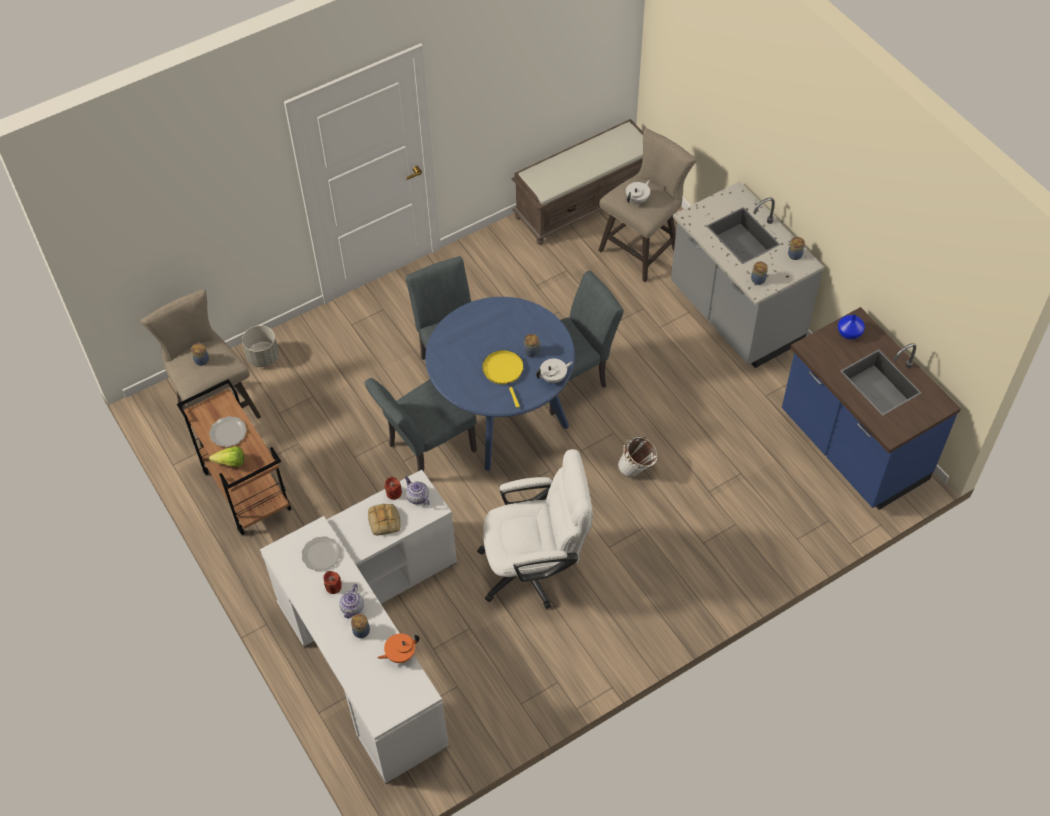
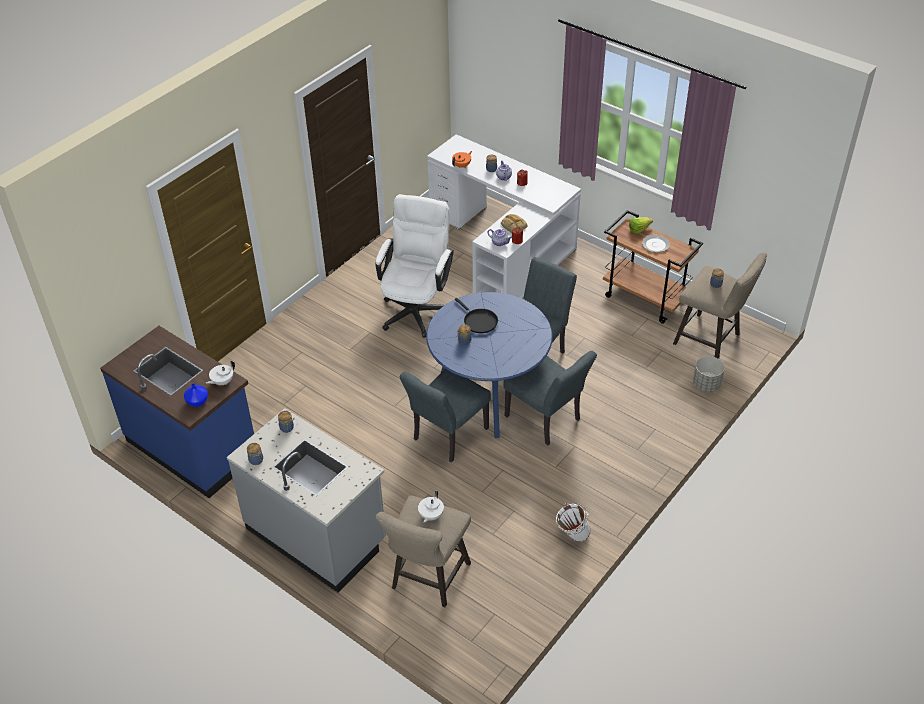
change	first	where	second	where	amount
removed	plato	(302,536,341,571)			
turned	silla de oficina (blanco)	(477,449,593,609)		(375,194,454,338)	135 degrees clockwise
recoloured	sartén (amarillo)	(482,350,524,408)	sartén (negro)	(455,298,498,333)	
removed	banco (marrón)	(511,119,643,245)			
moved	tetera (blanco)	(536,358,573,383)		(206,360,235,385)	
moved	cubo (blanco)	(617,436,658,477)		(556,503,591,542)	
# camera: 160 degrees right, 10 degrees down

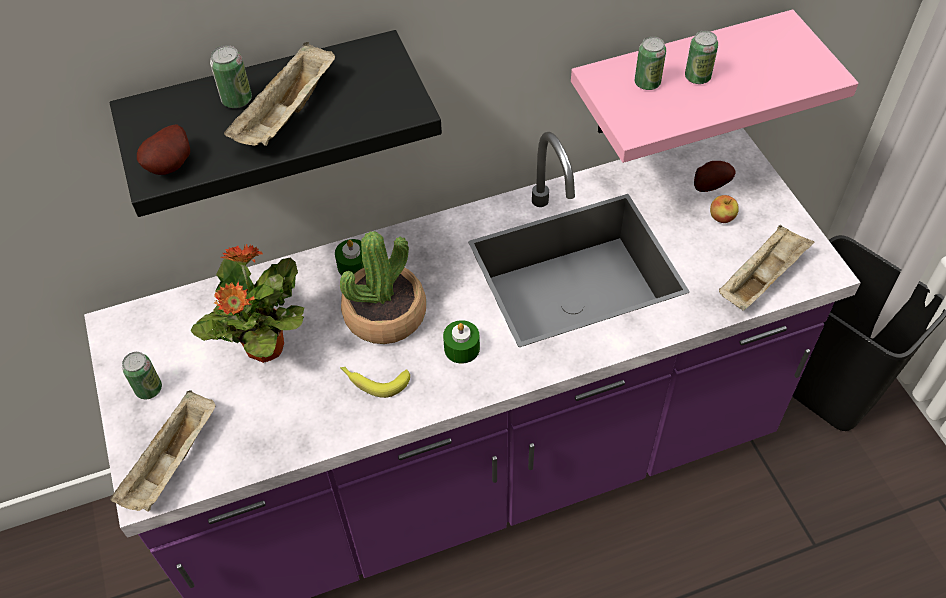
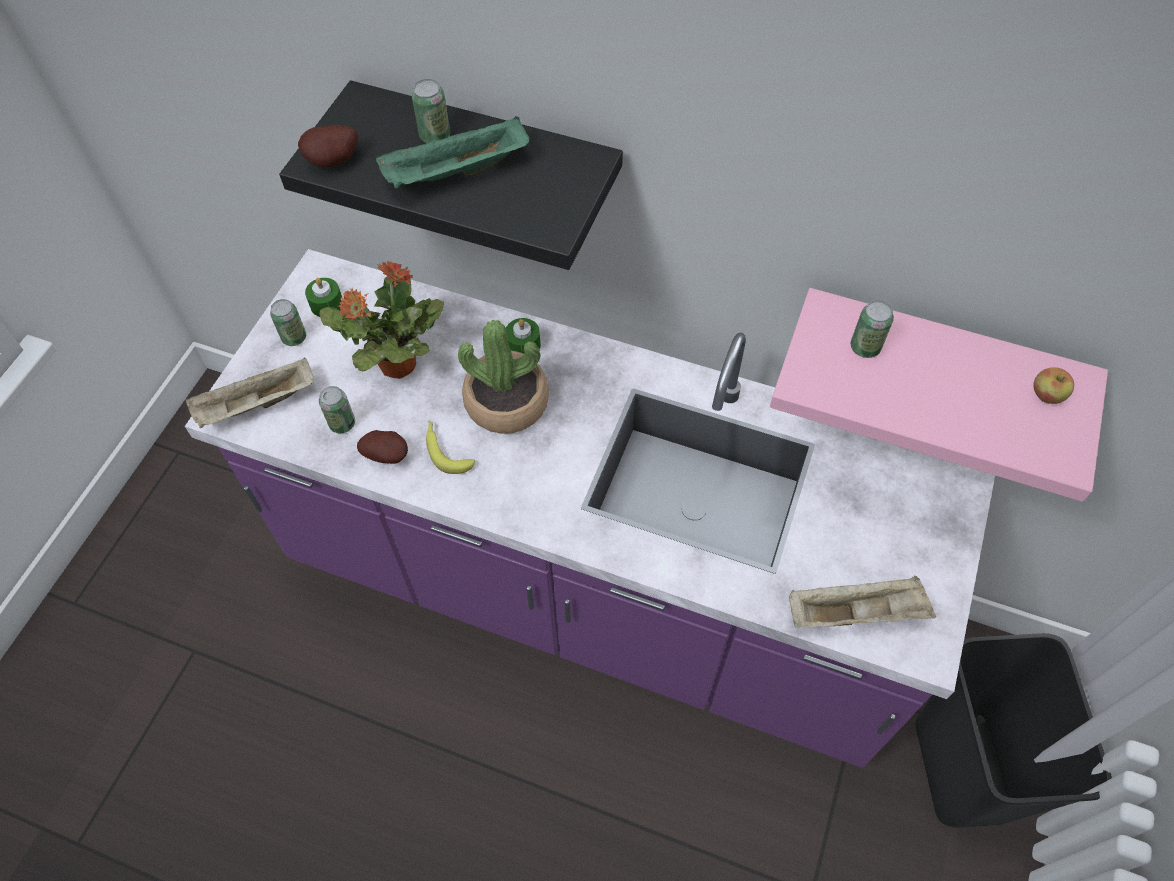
change	first	where	second	where	amount
recoloured	bandeja (beis)	(224,42,335,146)	bandeja (verde)	(376,116,529,188)	
moved	vela (verde)	(443,320,480,364)		(305,278,342,317)	
moved	lata	(685,31,718,84)		(319,386,355,433)	
moved	patata	(694,161,735,192)		(357,430,408,464)	
moved	manzana	(710,195,739,223)		(1033,367,1074,404)	
# camera: 40 degrees right, 5 degrees up

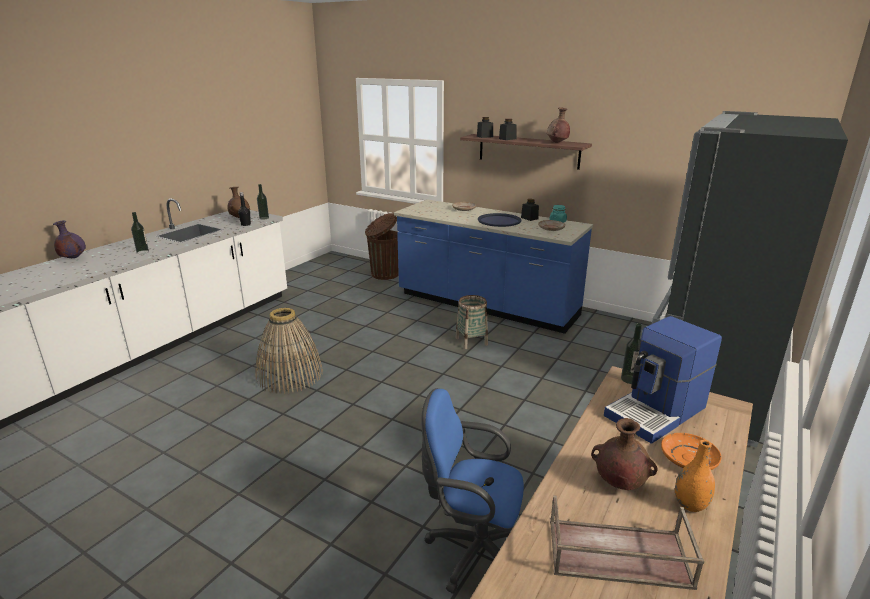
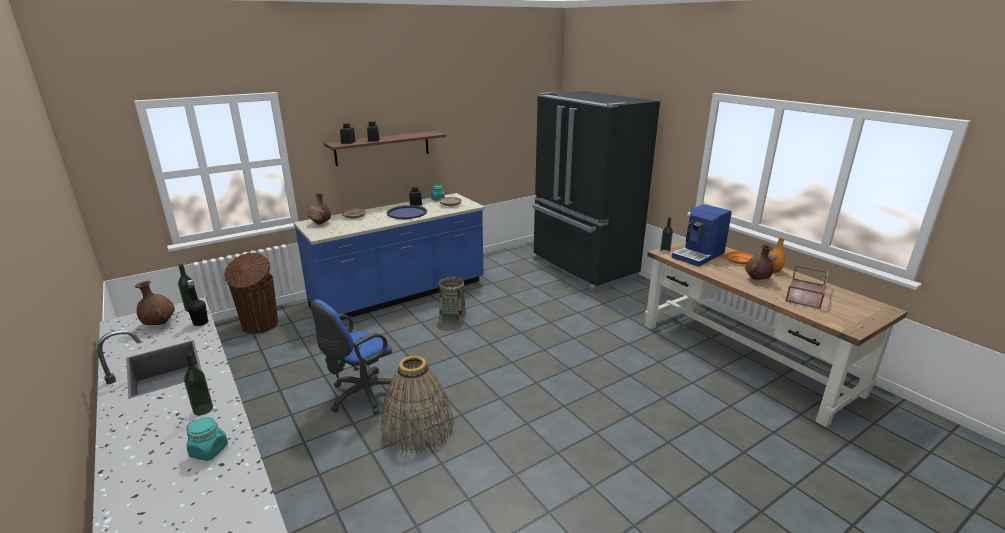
change	first	where	second	where	amount
removed	florero (morado)	(53,220,86,258)			
moved	silla de oficina (azul)	(421,388,524,594)		(311,299,404,415)	
moved	florero (marrón)	(547,108,570,143)		(308,192,331,225)	
turned	cafetera	(604,316,722,444)		(672,204,732,267)	60 degrees clockwise
added			tarro (turquesa)	(186,417,228,461)	
# camera: 65 degrees left, 0 degrees up

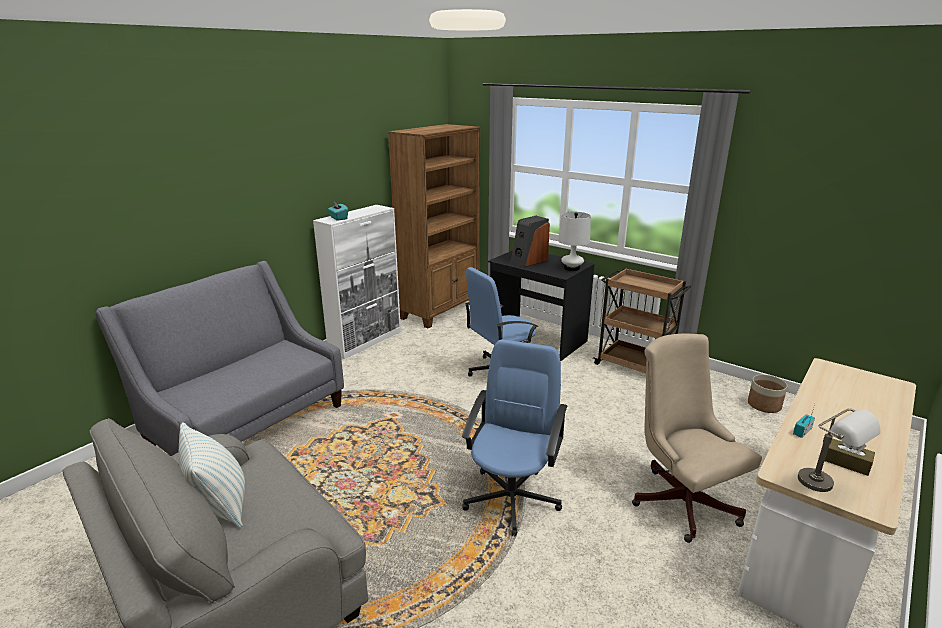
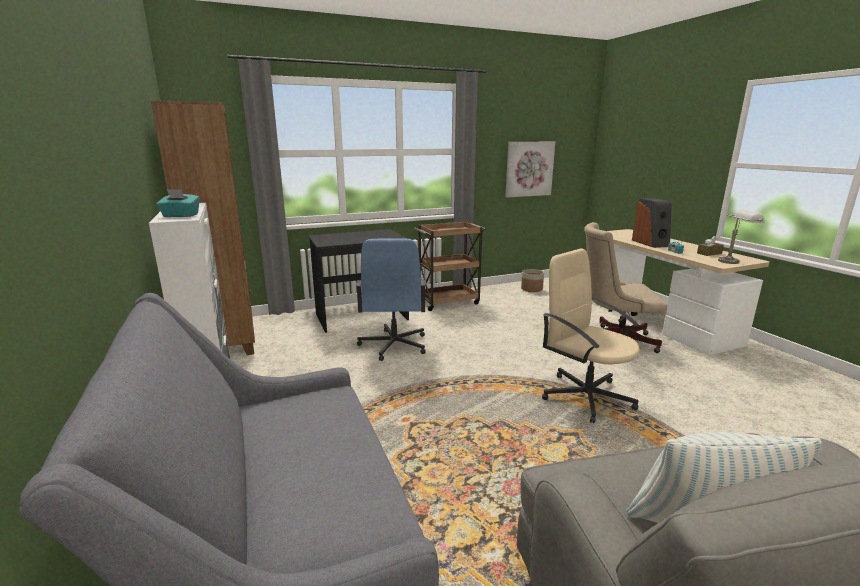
change	first	where	second	where	amount
recoloured	silla de oficina (azul)	(462,339,567,536)	silla de oficina (beis)	(542,248,640,423)	
moved	altavoz	(511,216,550,267)		(632,198,672,248)	
removed	lámpara de mesa (blanco)	(558,212,591,271)			
added			cuadro	(505,142,555,197)	
# camera: 60 degrees left, 5 degrees down

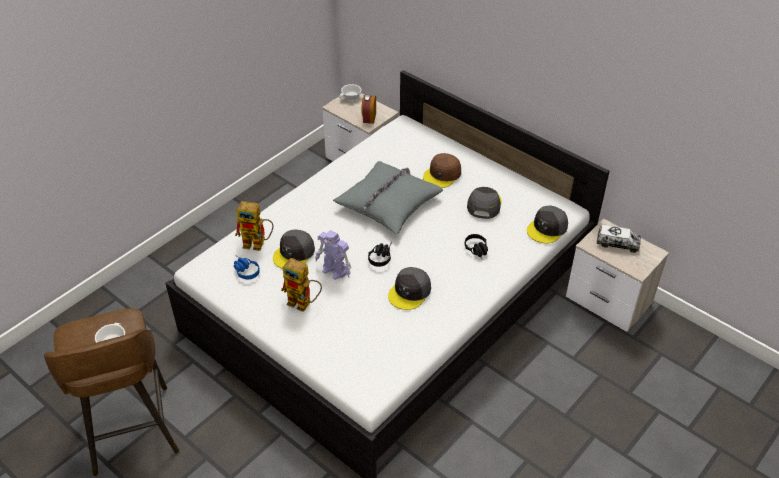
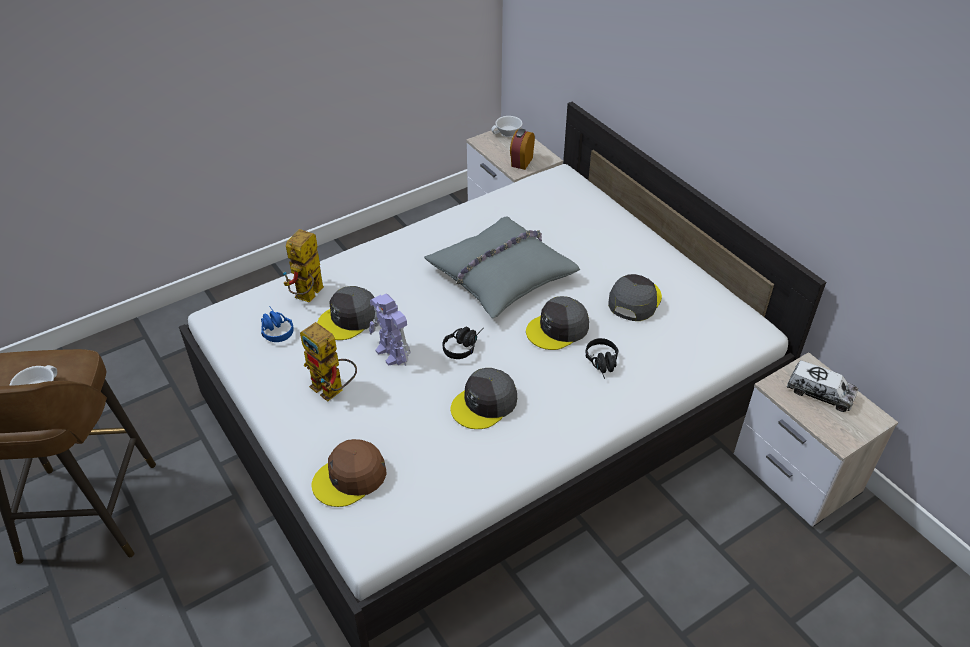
change	first	where	second	where	amount
turned	robot de juguete	(235,201,273,251)		(283,229,324,303)	90 degrees clockwise
moved	gorra (marrón)	(423,153,461,188)		(312,439,386,507)	
moved	gorra (gris)	(527,206,568,243)		(526,296,589,350)	
# camera: 15 degrees right, 0 degrees up

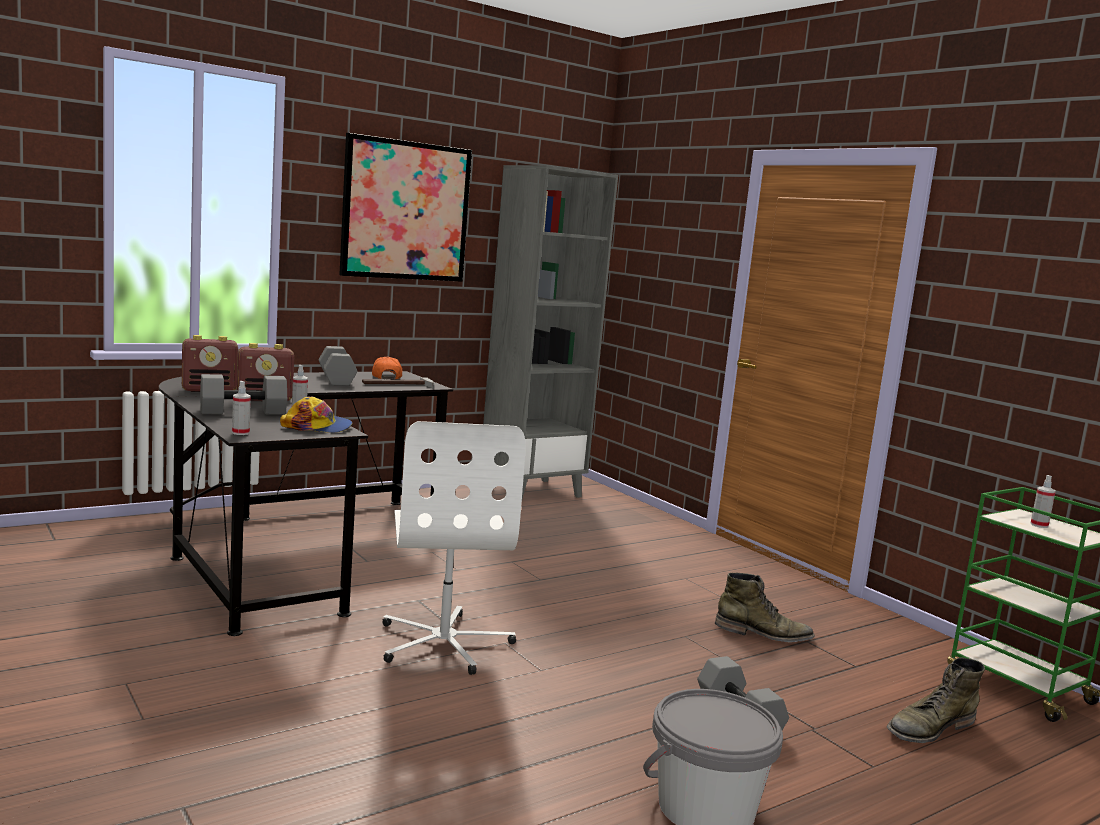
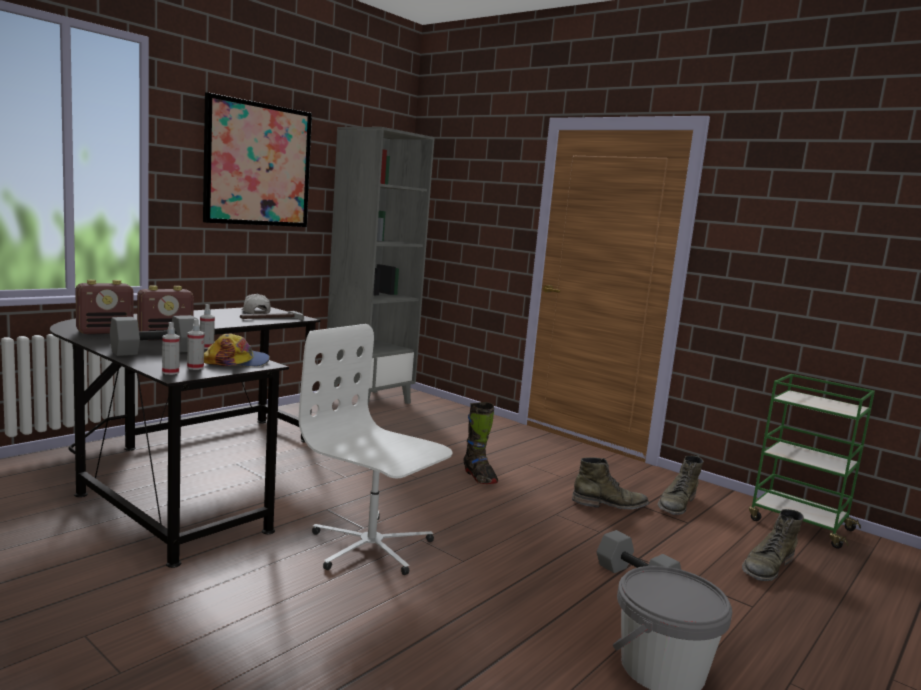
change	first	where	second	where	amount
removed	mancuerna (gris)	(318,346,358,386)			
recoloured	gorra (naranja)	(372,356,402,379)	gorra (blanco)	(241,294,271,314)	
turned	silla de oficina (blanco)	(382,421,526,675)		(299,324,453,575)	150 degrees clockwise
moved	pulverizador	(1030,475,1056,528)		(187,319,204,370)	
added			bota (negro)	(464,402,498,484)	
added			bota (verde)	(658,456,704,515)	
# camera: 15 degrees left, 0 degrees up

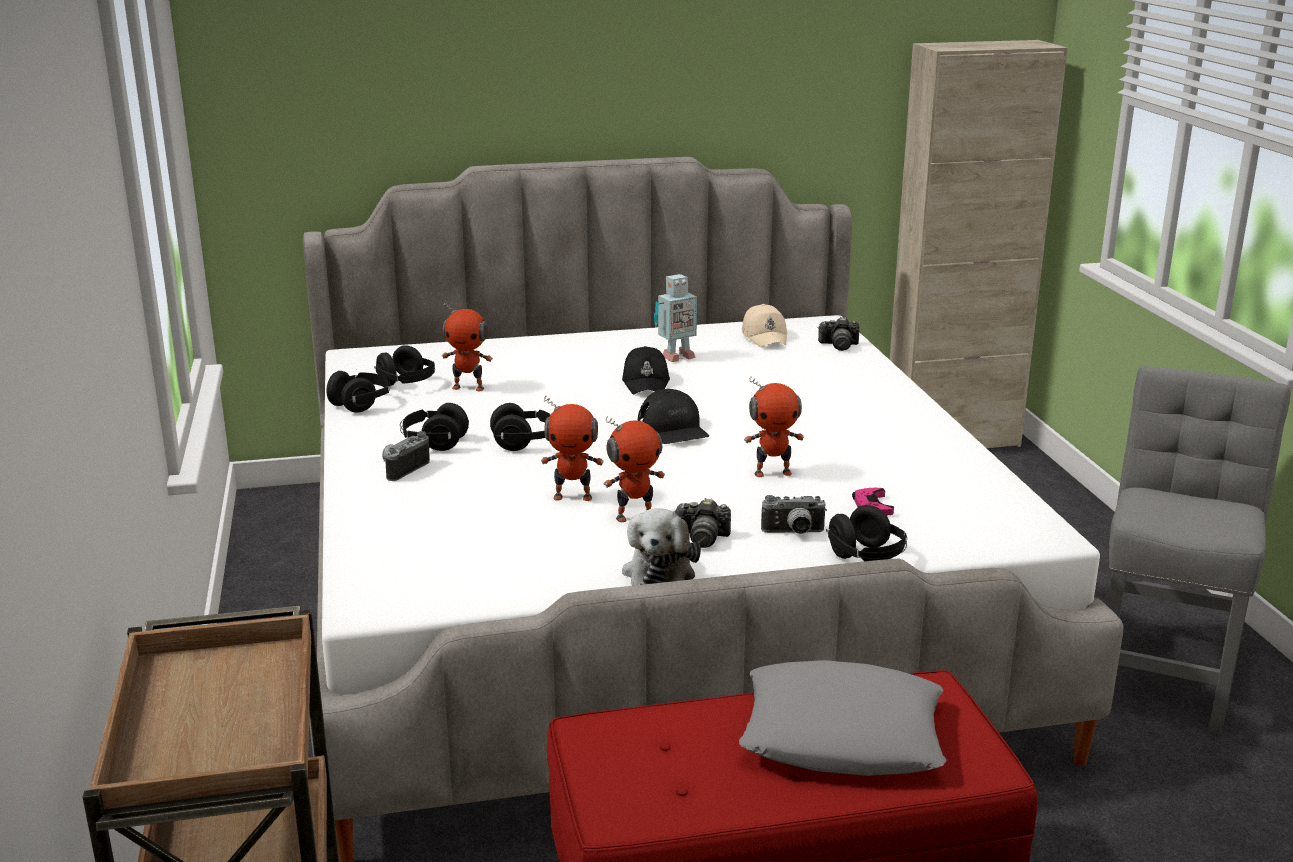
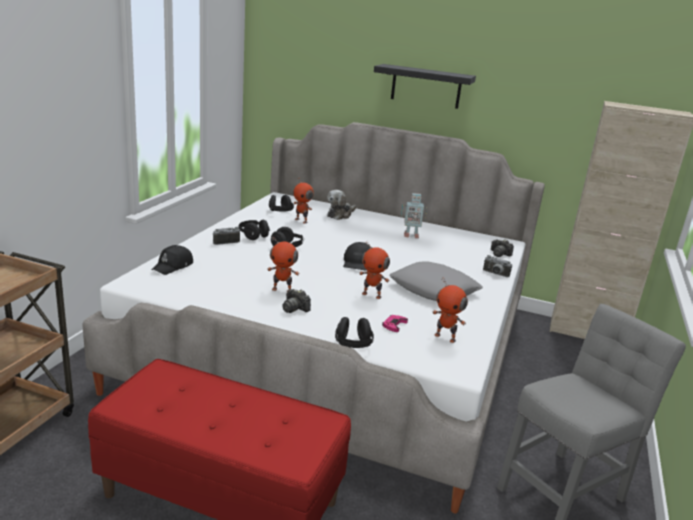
change	first	where	second	where	amount
removed	auriculares (negro)	(327,371,390,413)			
moved	robot de juguete	(541,396,604,501)		(433,278,468,343)	
moved	gorra (negro)	(622,346,670,394)		(152,245,193,275)	
moved	peluche	(622,508,701,586)		(327,190,356,220)	
moved	cojín (gris)	(739,660,947,776)		(389,261,483,301)	
removed	gorra (beis)	(742,304,787,347)			
moved	cámara	(761,495,827,534)		(483,255,512,277)	
added			estante (negro)	(374,64,476,109)	
# camera: 30 degrees right, 0 degrees up

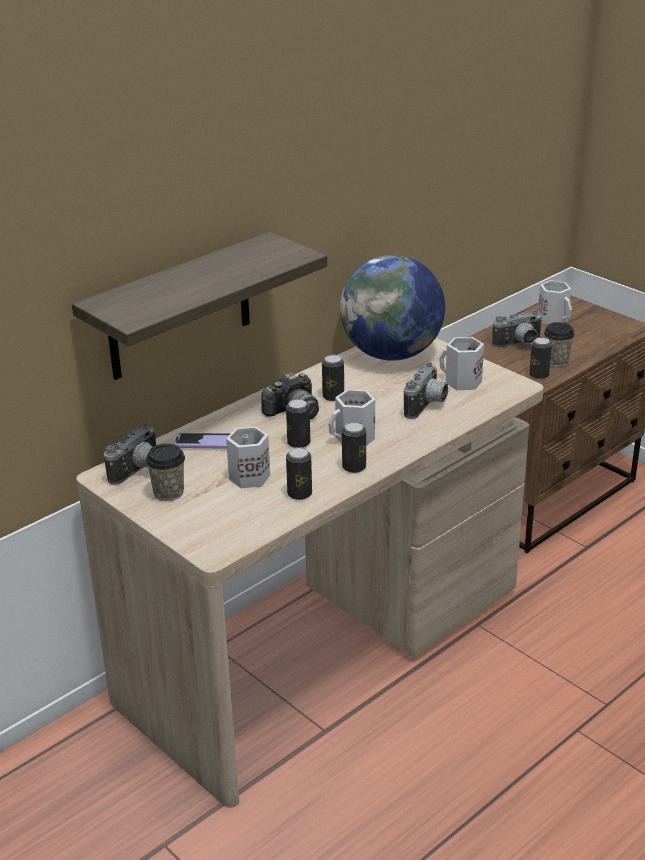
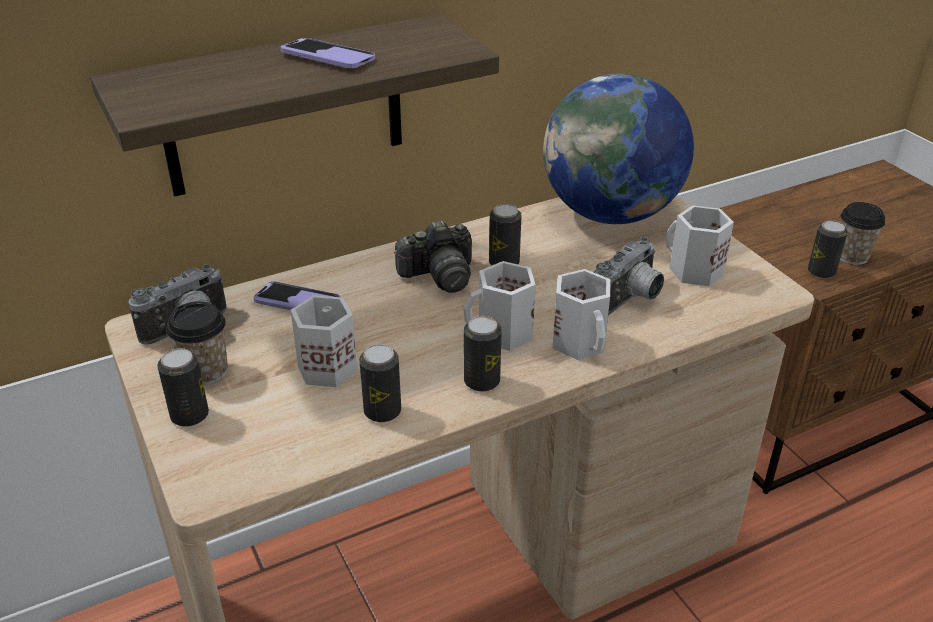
change	first	where	second	where	amount
moved	lata	(286,399,310,448)		(158,348,209,427)	
removed	cámara	(492,311,543,348)			
moved	taza grande (blanco)	(538,280,572,325)		(553,269,611,360)	
added			móvil	(281,38,375,68)	
# camera: 15 degrees right, 5 degrees up

